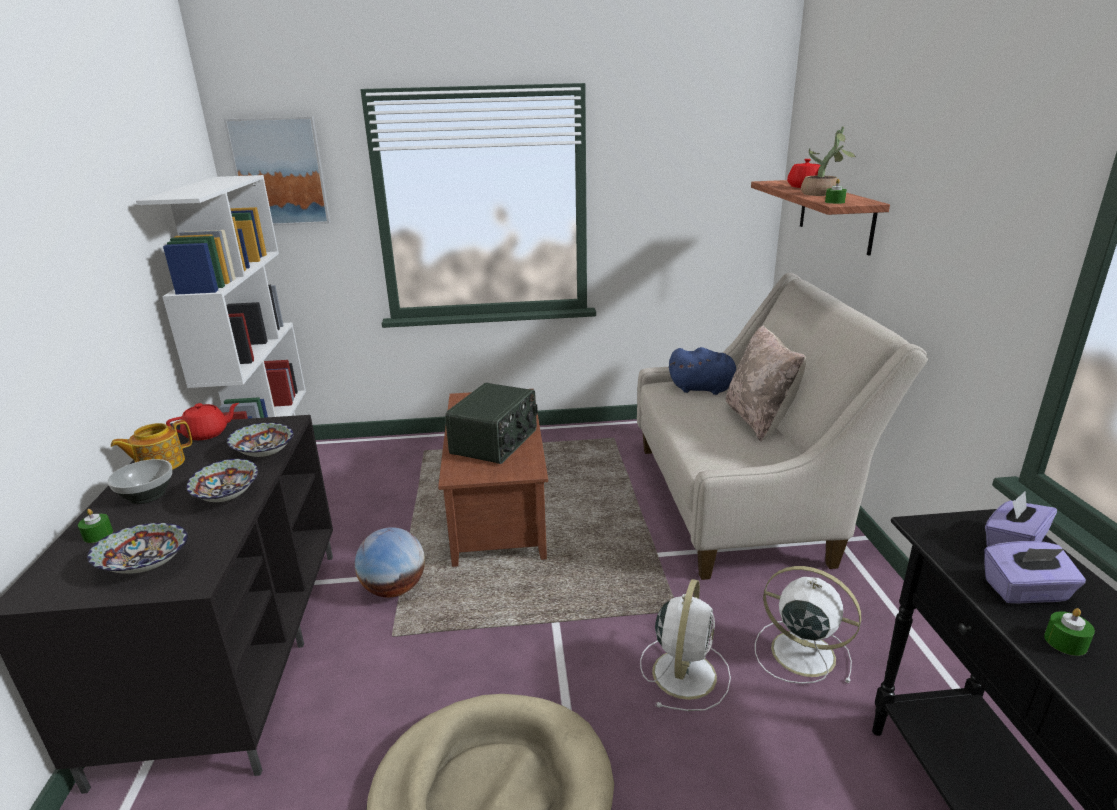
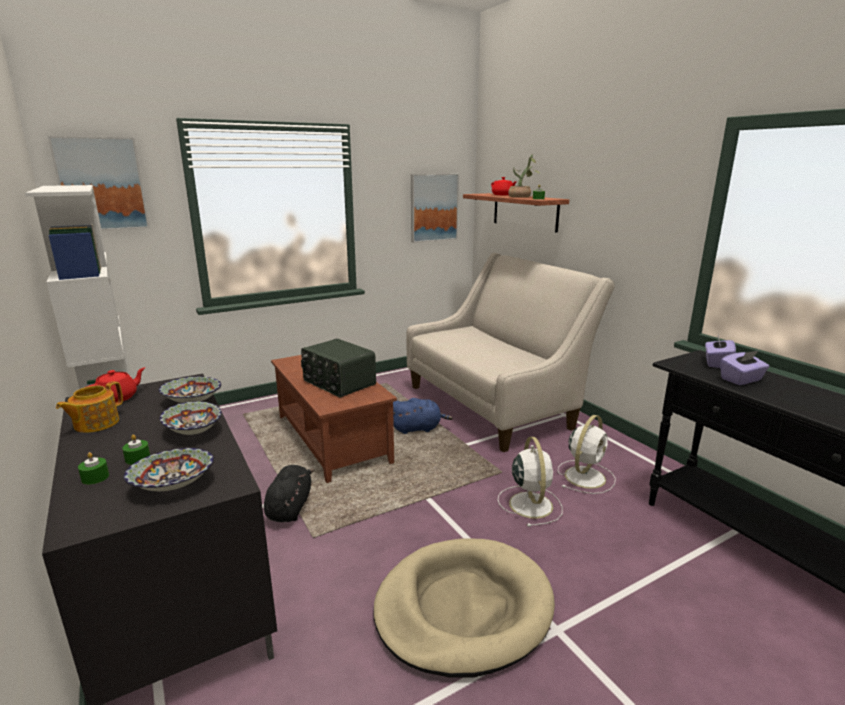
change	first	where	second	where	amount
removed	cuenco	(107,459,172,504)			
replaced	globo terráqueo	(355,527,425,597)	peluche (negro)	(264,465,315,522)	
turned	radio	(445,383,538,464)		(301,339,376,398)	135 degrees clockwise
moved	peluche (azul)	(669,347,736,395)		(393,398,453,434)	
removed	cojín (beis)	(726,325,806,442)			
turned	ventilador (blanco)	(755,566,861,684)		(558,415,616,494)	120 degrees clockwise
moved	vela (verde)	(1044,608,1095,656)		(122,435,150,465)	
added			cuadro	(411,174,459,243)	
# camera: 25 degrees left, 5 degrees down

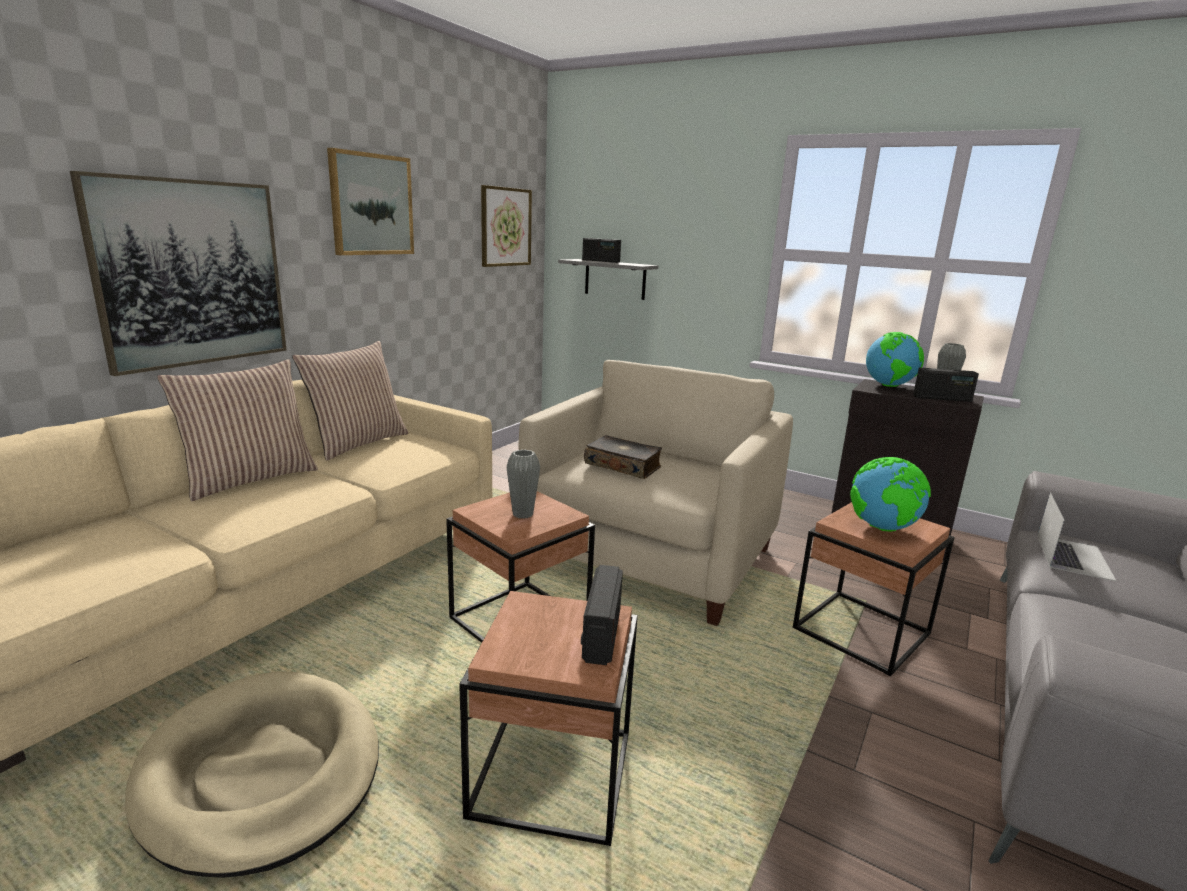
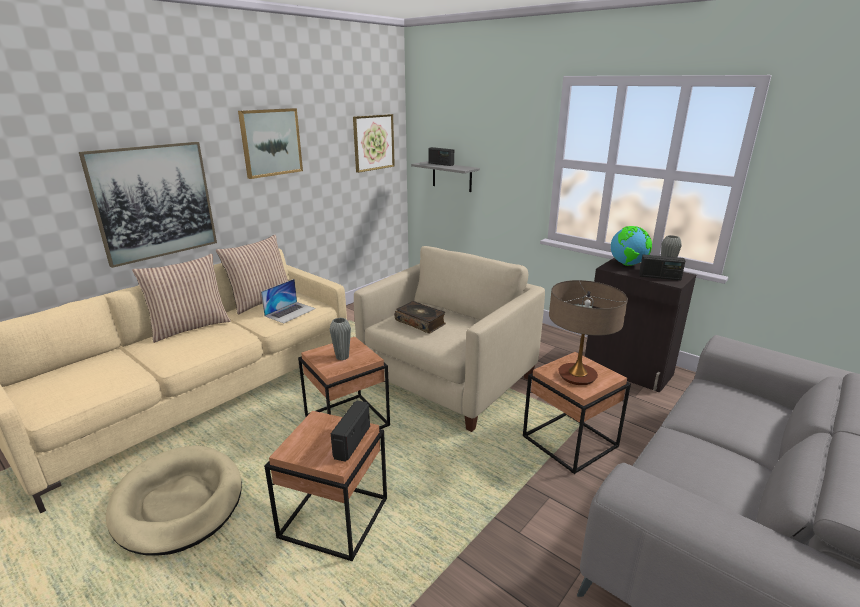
change	first	where	second	where	amount
replaced	globo terráqueo	(850,457,931,532)	lámpara de mesa	(549,280,628,385)	
moved	portátil	(1037,493,1116,581)		(261,279,316,324)	
# camera: 10 degrees right, 5 degrees up

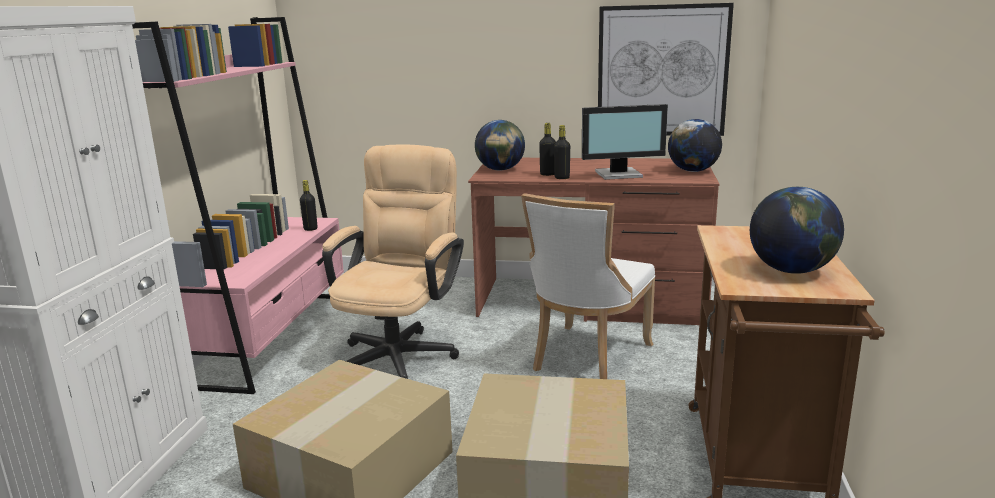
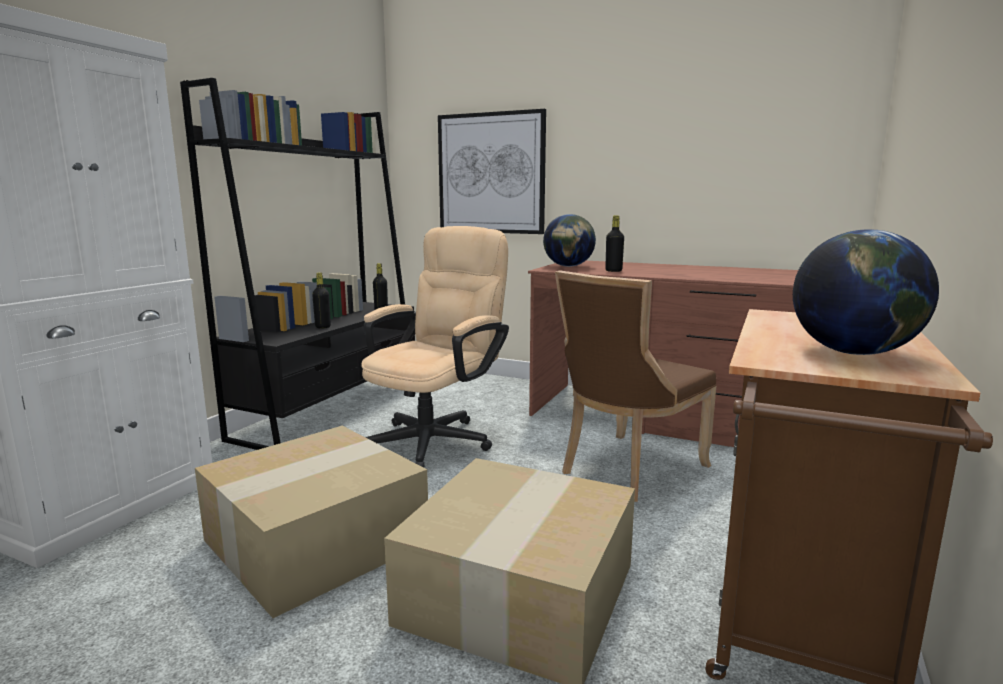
change	first	where	second	where	amount
recoloured	estantería (rosa)	(132,17,344,394)	estantería (negro)	(180,78,415,450)	
recoloured	silla (blanco)	(521,193,655,379)	silla (marrón)	(555,270,717,502)	
moved	botella (negro)	(554,125,570,179)		(312,273,331,328)	
removed	monitor	(582,104,668,180)			
moved	cuadro	(598,3,734,136)		(438,109,546,234)	
removed	globo terráqueo	(668,119,722,172)			
# camera: 15 degrees right, 5 degrees down

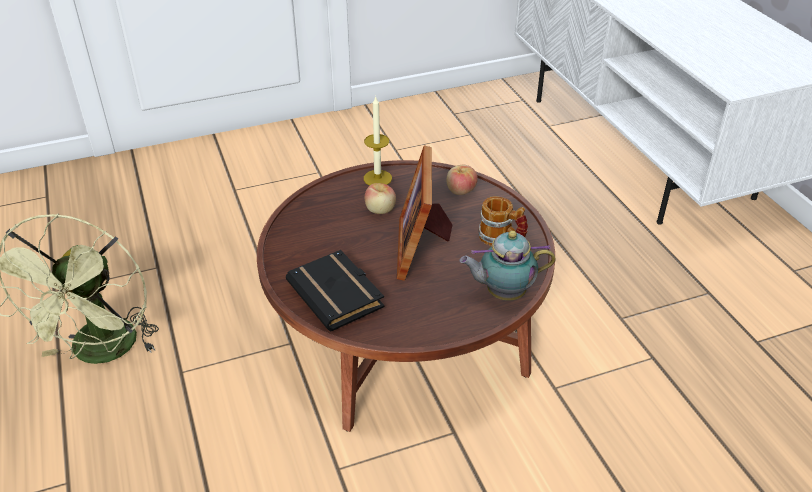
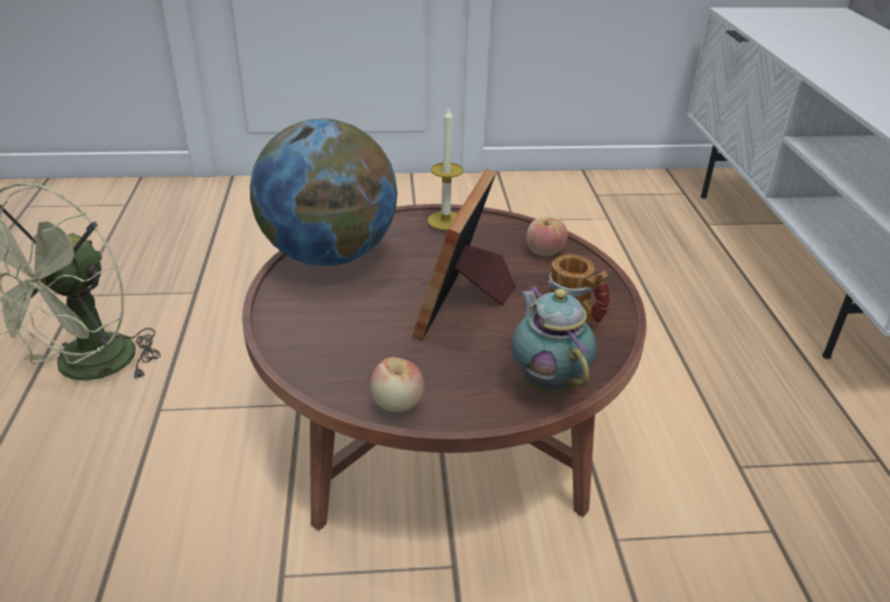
change	first	where	second	where	amount
removed	libro (negro)	(286,250,385,332)			
moved	manzana	(365,183,396,214)		(370,357,425,412)	
turned	tetera	(460,231,556,301)		(511,286,596,394)	60 degrees clockwise
added			globo terráqueo	(250,118,397,266)	
# camera: 15 degrees right, 5 degrees down

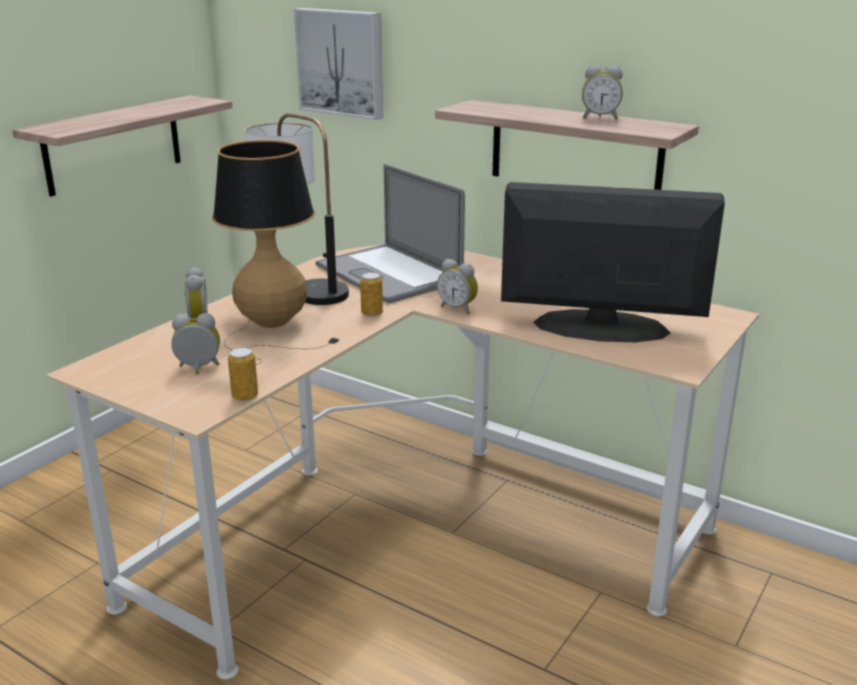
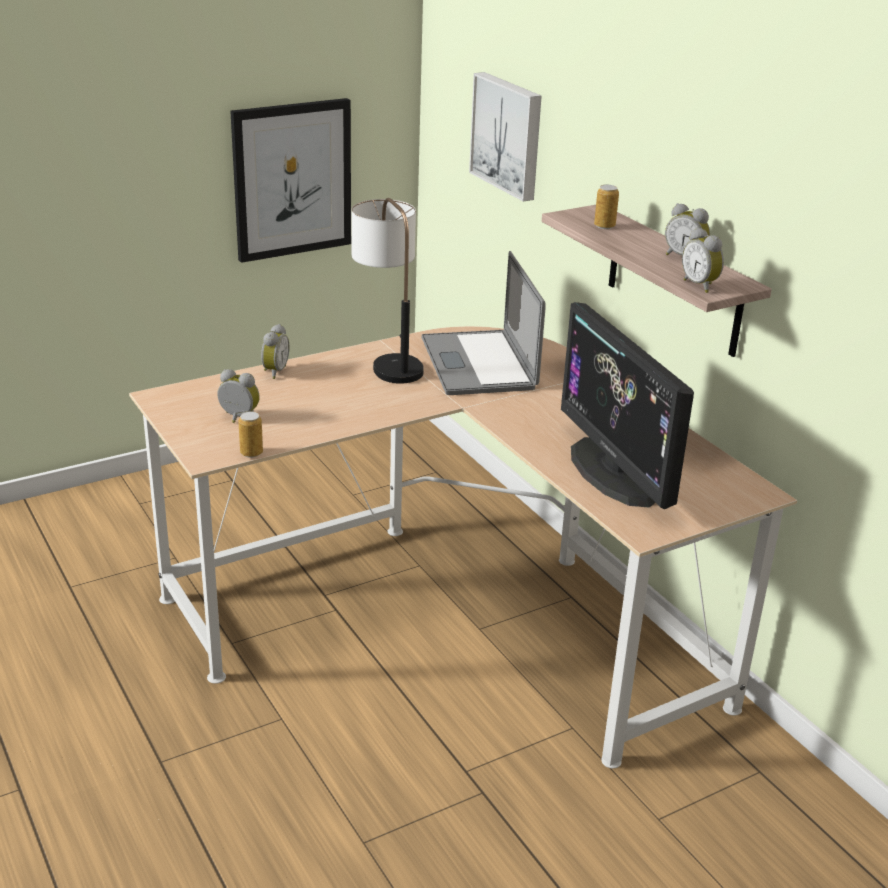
change	first	where	second	where	amount
replaced	estante	(12,95,233,197)	cuadro	(230,98,351,263)	
removed	lámpara de mesa	(212,140,340,365)			
moved	lata	(360,272,383,317)		(594,185,619,229)	
moved	despertador	(437,259,478,314)		(682,227,724,293)	
turned	monitor	(501,182,725,342)		(561,302,694,509)	150 degrees counterclockwise
# camera: 25 degrees right, 5 degrees up

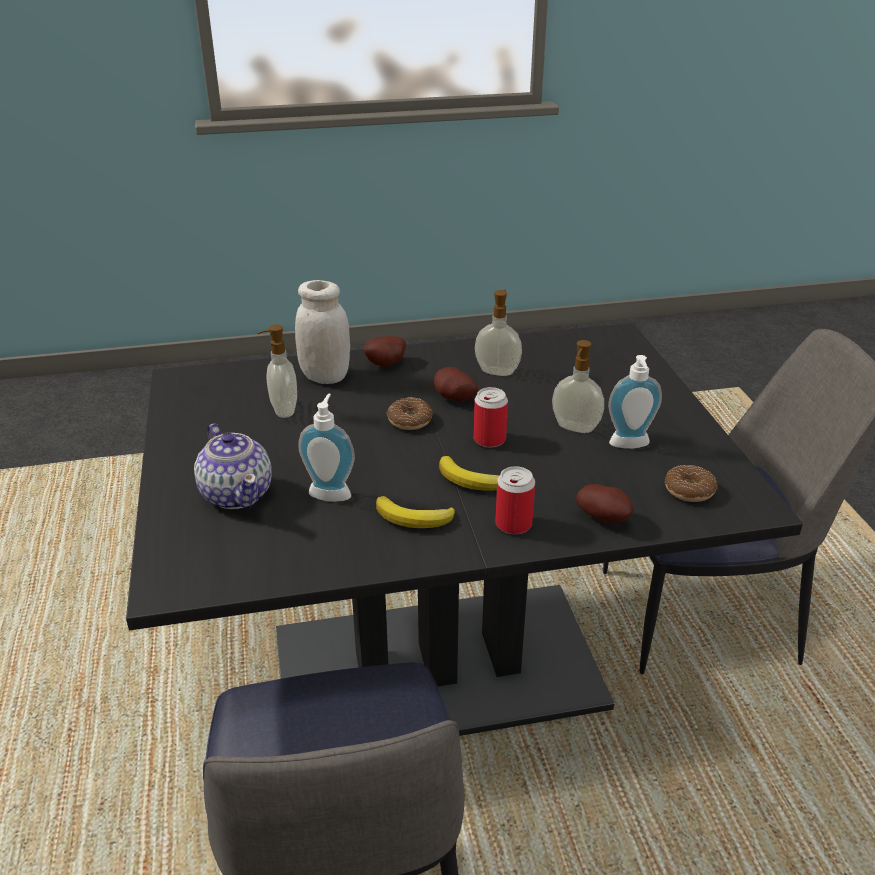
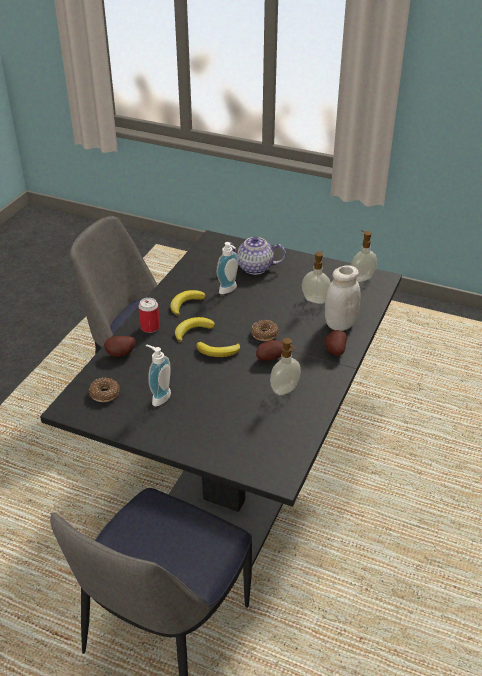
change	first	where	second	where	amount
replaced	lata	(474,387,508,447)	plátano	(196,342,240,357)	
moved	dispensador de jabón	(552,340,604,433)		(351,230,377,282)	
# camera: 125 degrees right, 5 degrees up

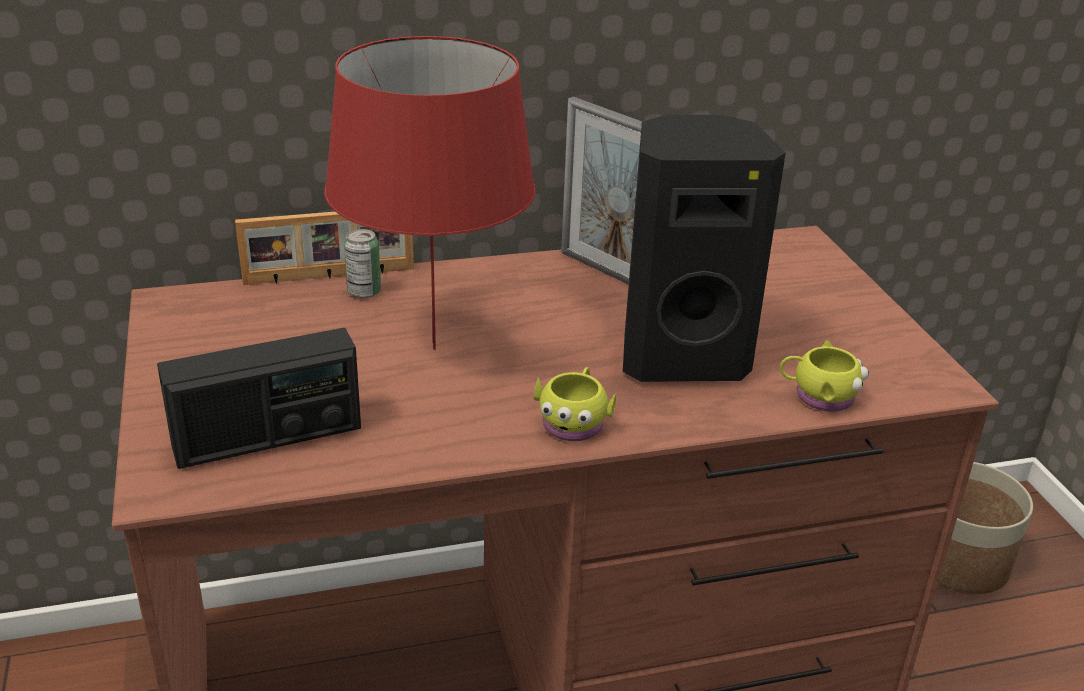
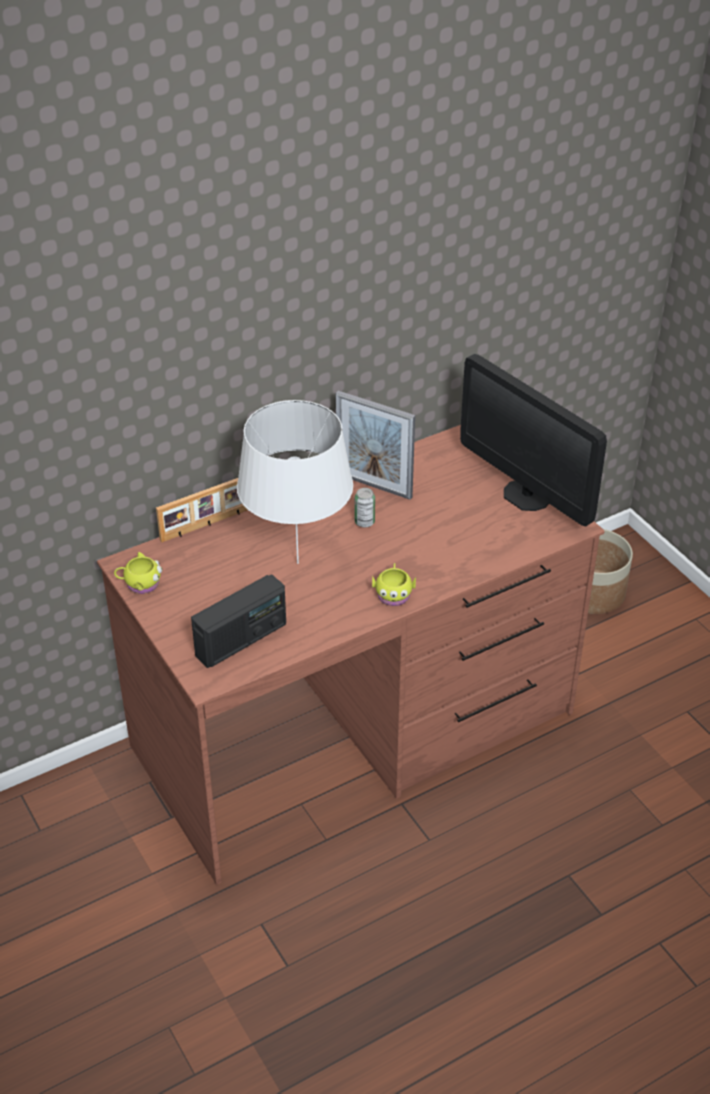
change	first	where	second	where	amount
recoloured	lámpara de mesa (rojo)	(325,36,535,350)	lámpara de mesa (blanco)	(237,400,353,564)	
moved	lata	(344,229,381,298)		(355,488,375,527)	
removed	altavoz (negro)	(623,115,786,382)			
moved	taza grande (amarillo)	(780,340,869,412)		(114,552,162,594)	
added			monitor	(460,354,607,527)	
# camera: 15 degrees left, 10 degrees up

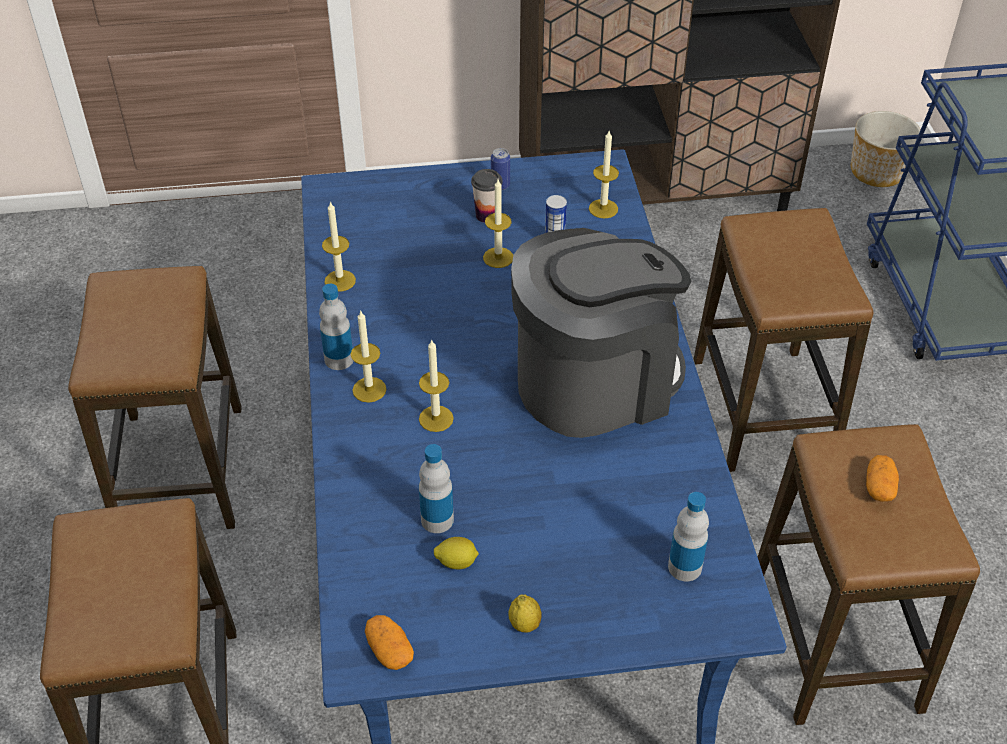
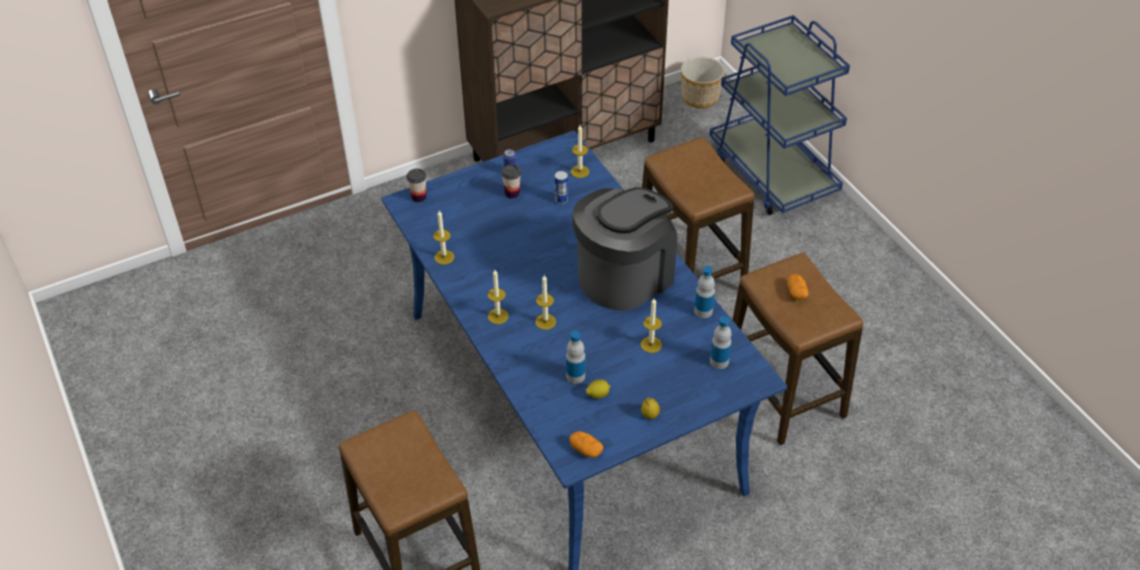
change	first	where	second	where	amount
removed	taburete	(68,266,241,529)			
moved	botella	(319,284,353,370)		(694,266,715,318)	
moved	vela	(483,179,513,268)		(641,298,662,353)	
added			taza	(406,169,426,202)	
# camera: 20 degrees left, 0 degrees up

